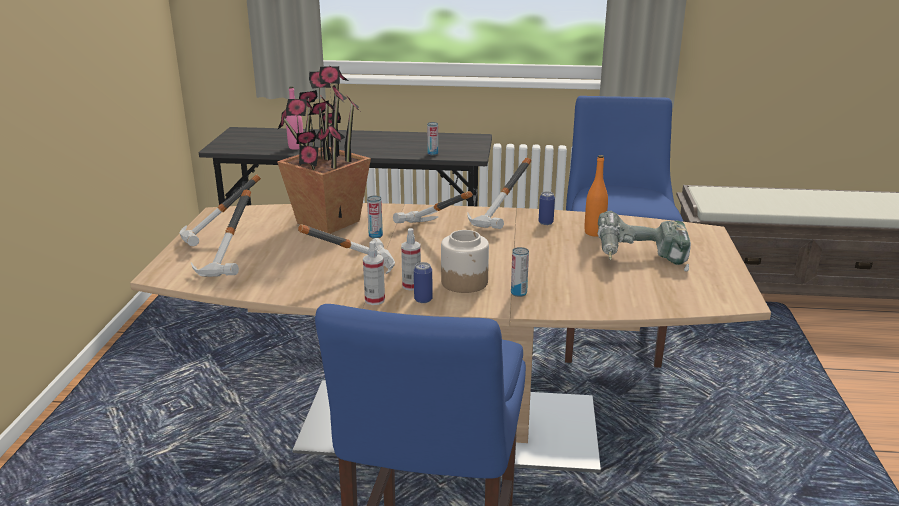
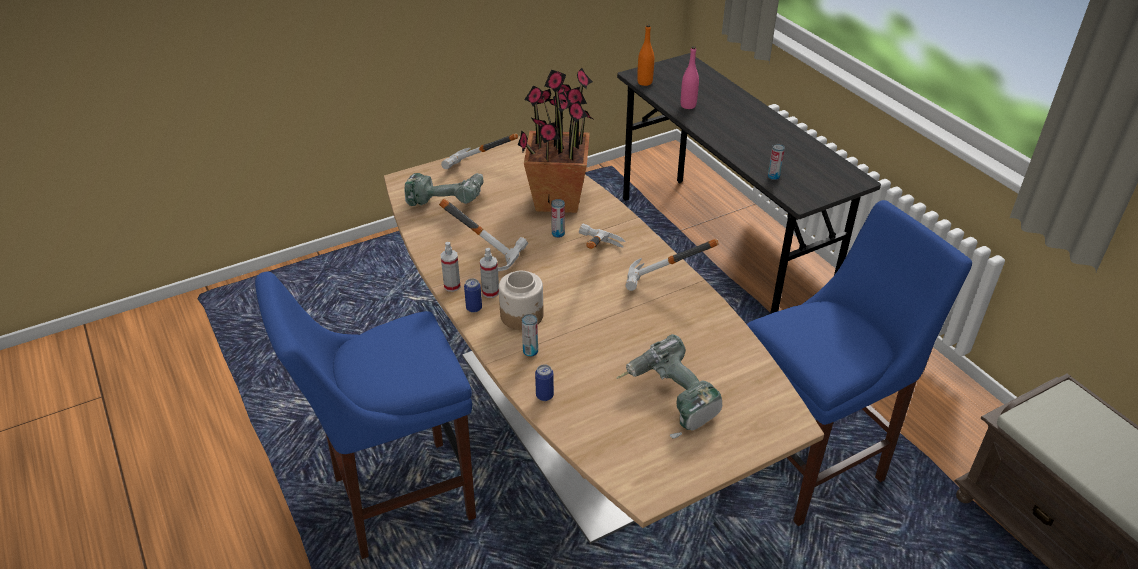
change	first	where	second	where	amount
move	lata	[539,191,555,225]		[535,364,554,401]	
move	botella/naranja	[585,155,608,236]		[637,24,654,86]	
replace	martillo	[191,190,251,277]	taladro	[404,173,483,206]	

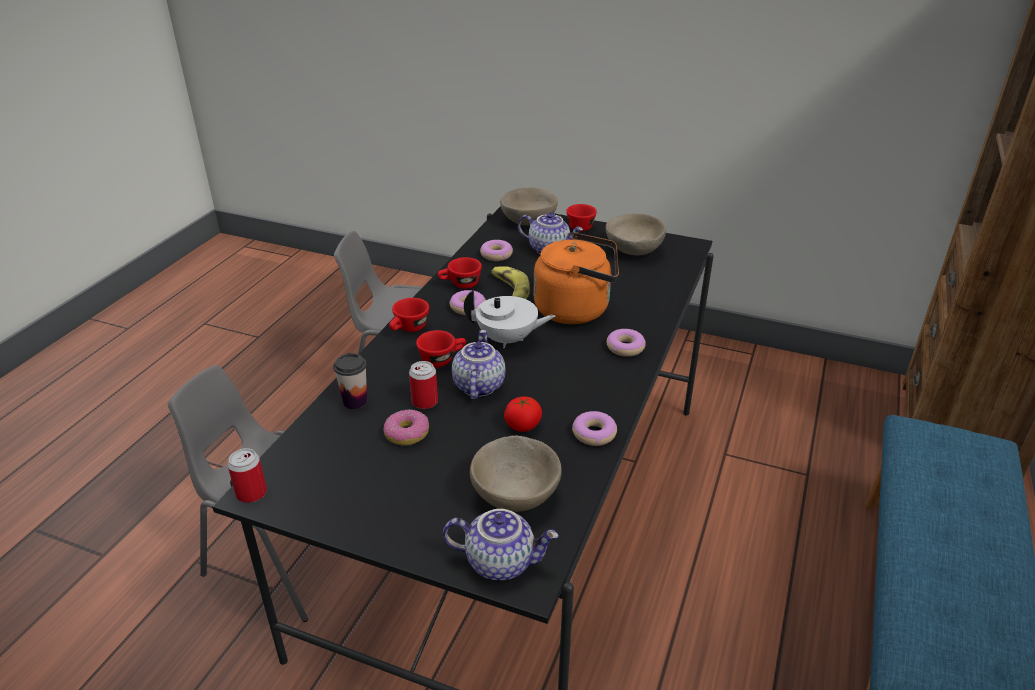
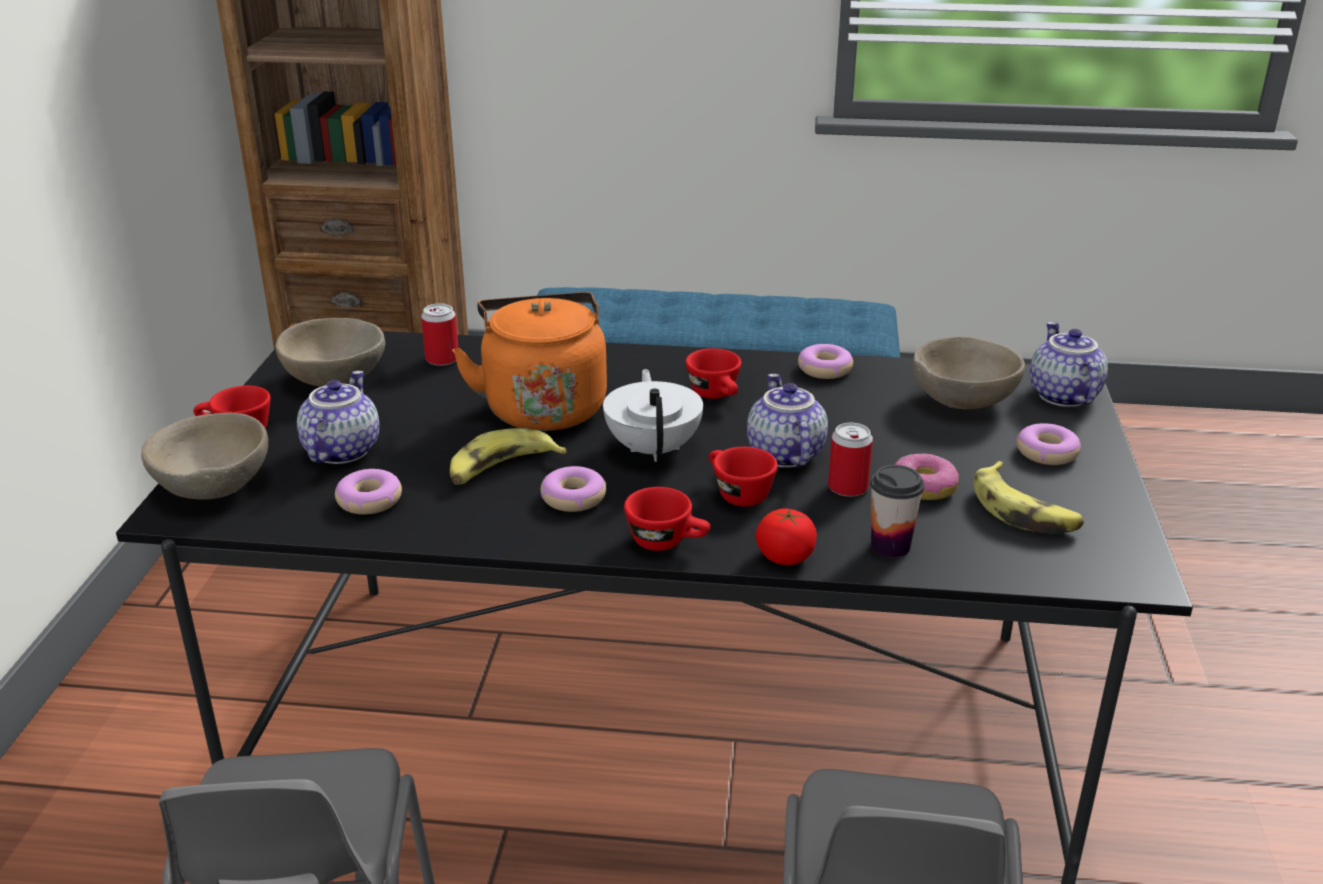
change	first	where	second	where	amount
insert			plátano	[974,461,1084,534]	
move	lata	[227,448,267,503]		[421,303,459,366]	
move	taza/rojo	[438,257,482,289]		[686,348,741,399]	
move	tomate	[504,397,542,432]		[755,508,817,565]	
move	rosquilla	[607,329,646,357]		[1016,423,1081,465]	
rotate	tetera	[452,330,506,400]		[747,374,828,468]	90 degrees clockwise

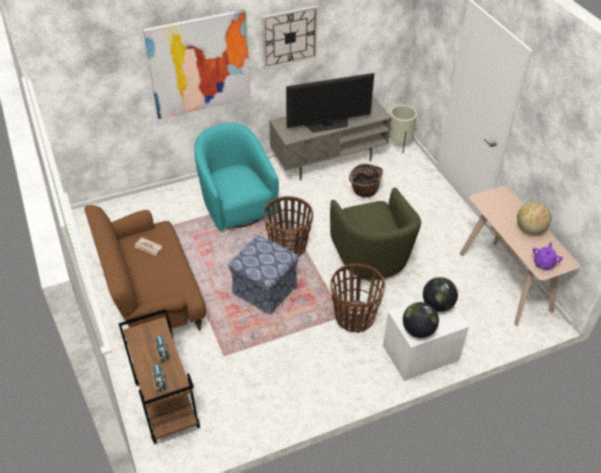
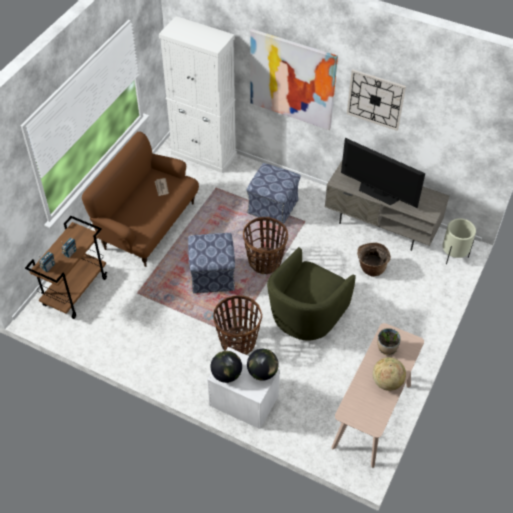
change	first	where	second	where	amount
delete	tetera/morado	[533,242,563,270]			
insert			armario/blanco	[159,16,237,173]	
insert			planta en maceta	[378,328,401,356]	
replace	sillón/turquesa	[194,123,279,231]	puf	[247,163,301,224]	

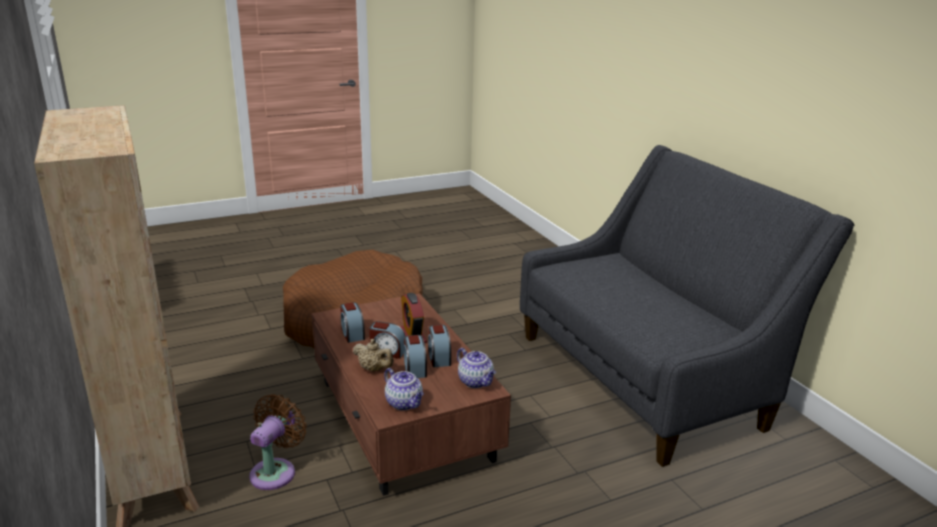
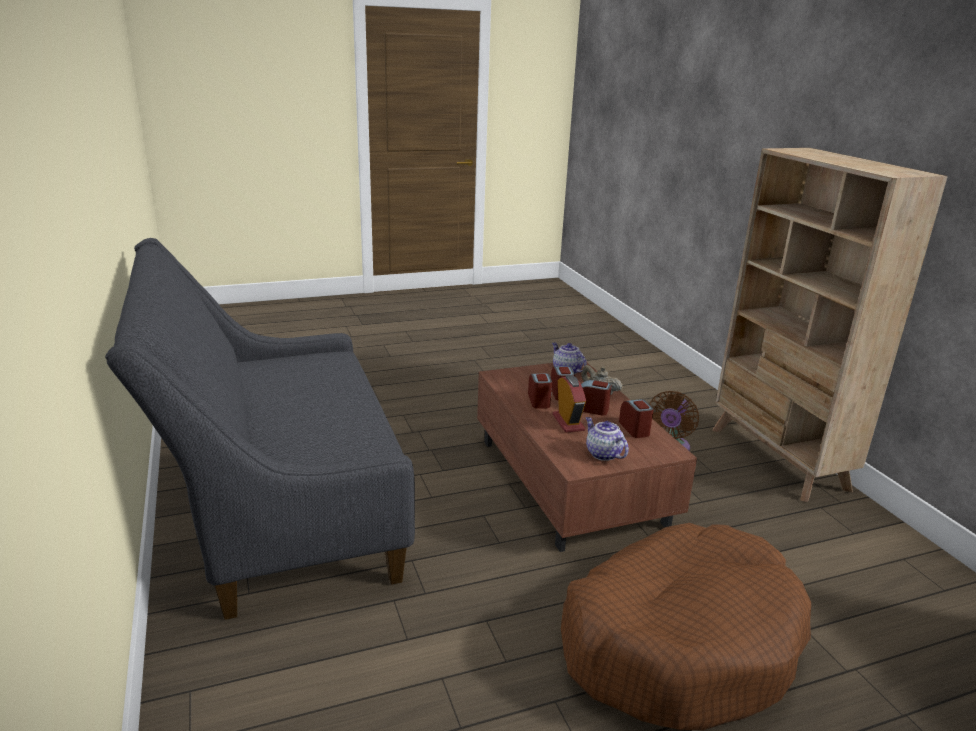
change	first	where	second	where	amount
move	tetera	[457,348,496,388]		[586,417,629,461]	

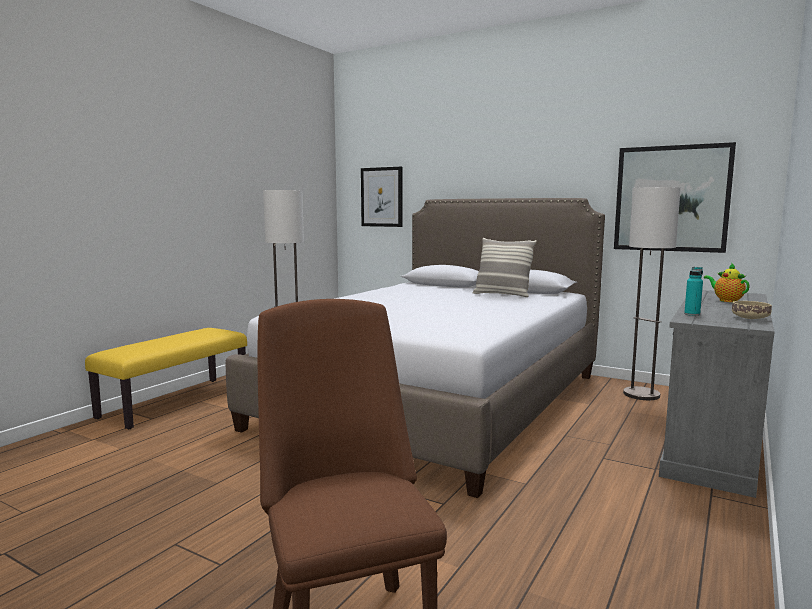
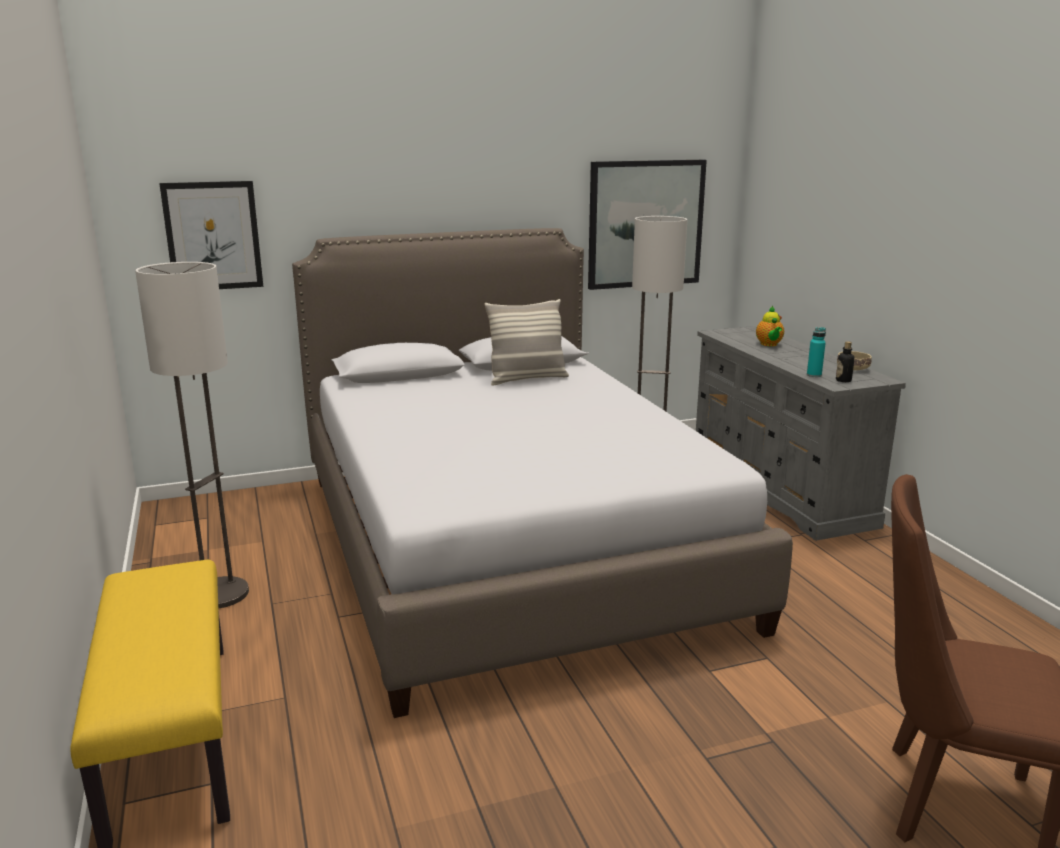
change	first	where	second	where	amount
insert			botella	[836,341,855,382]	
rotate	tetera	[704,263,750,302]		[756,306,784,346]	105 degrees counterclockwise

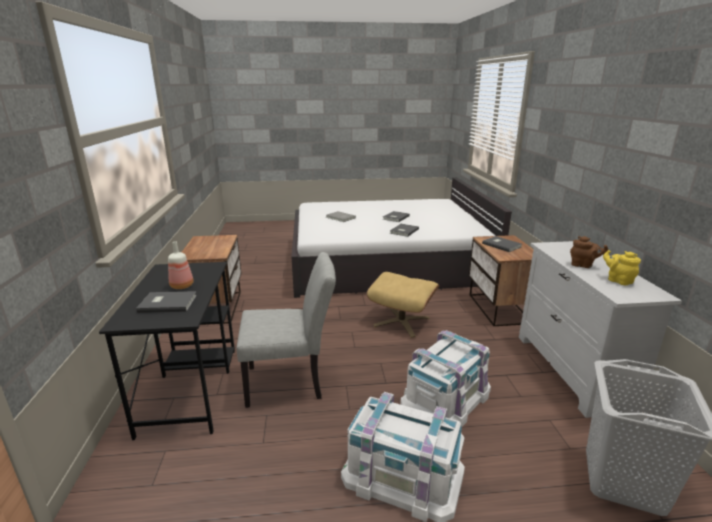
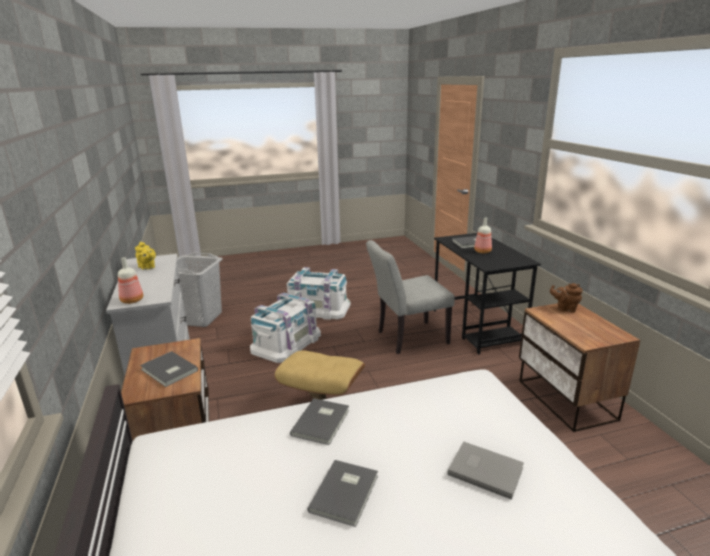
change	first	where	second	where	amount
insert			botella	[118,257,143,304]	
move	tetera/marrón	[570,236,608,268]		[550,283,583,312]	

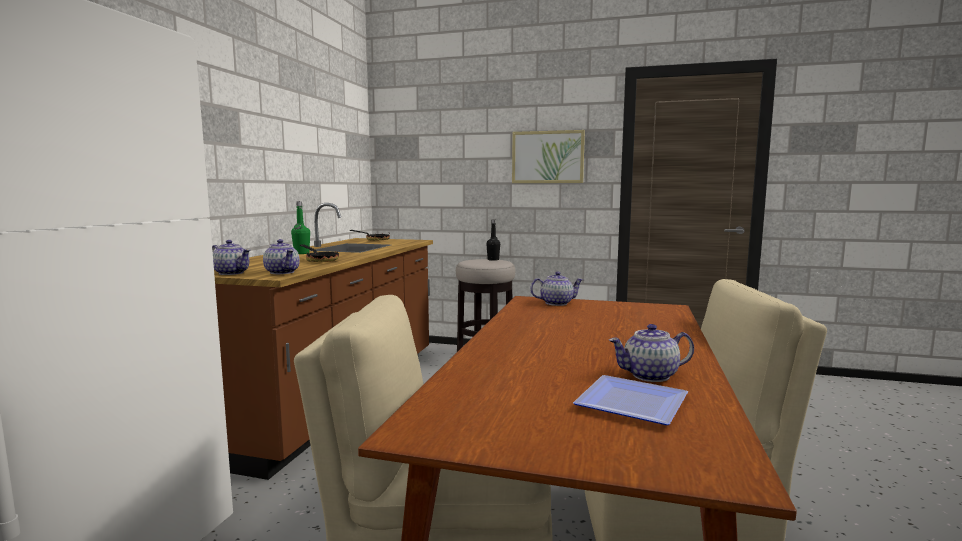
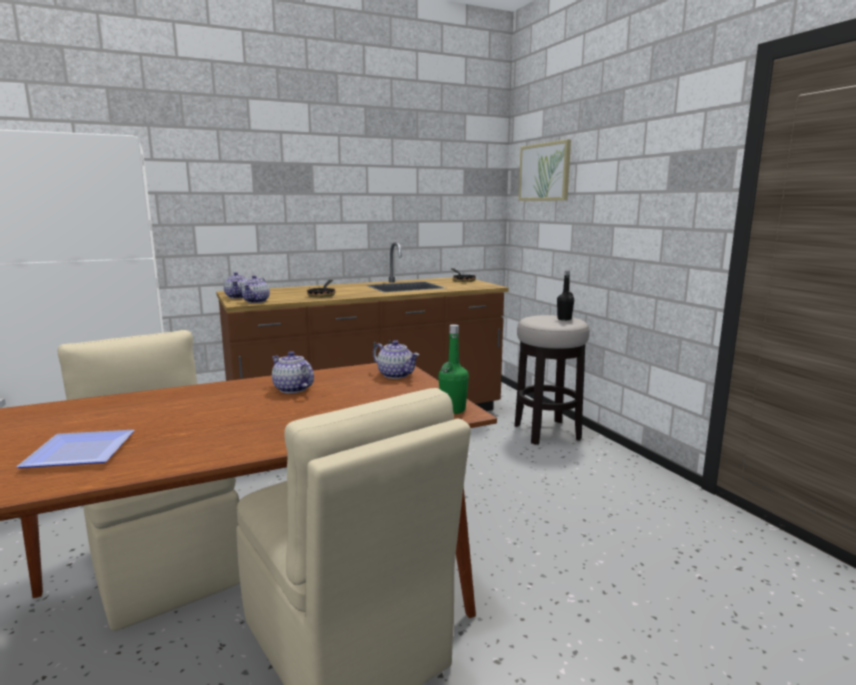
change	first	where	second	where	amount
move	botella/verde	[291,201,310,254]		[438,324,469,414]	
move	cuadro	[512,130,585,183]		[519,139,571,201]	
move	tetera	[609,324,694,382]		[272,351,314,393]	

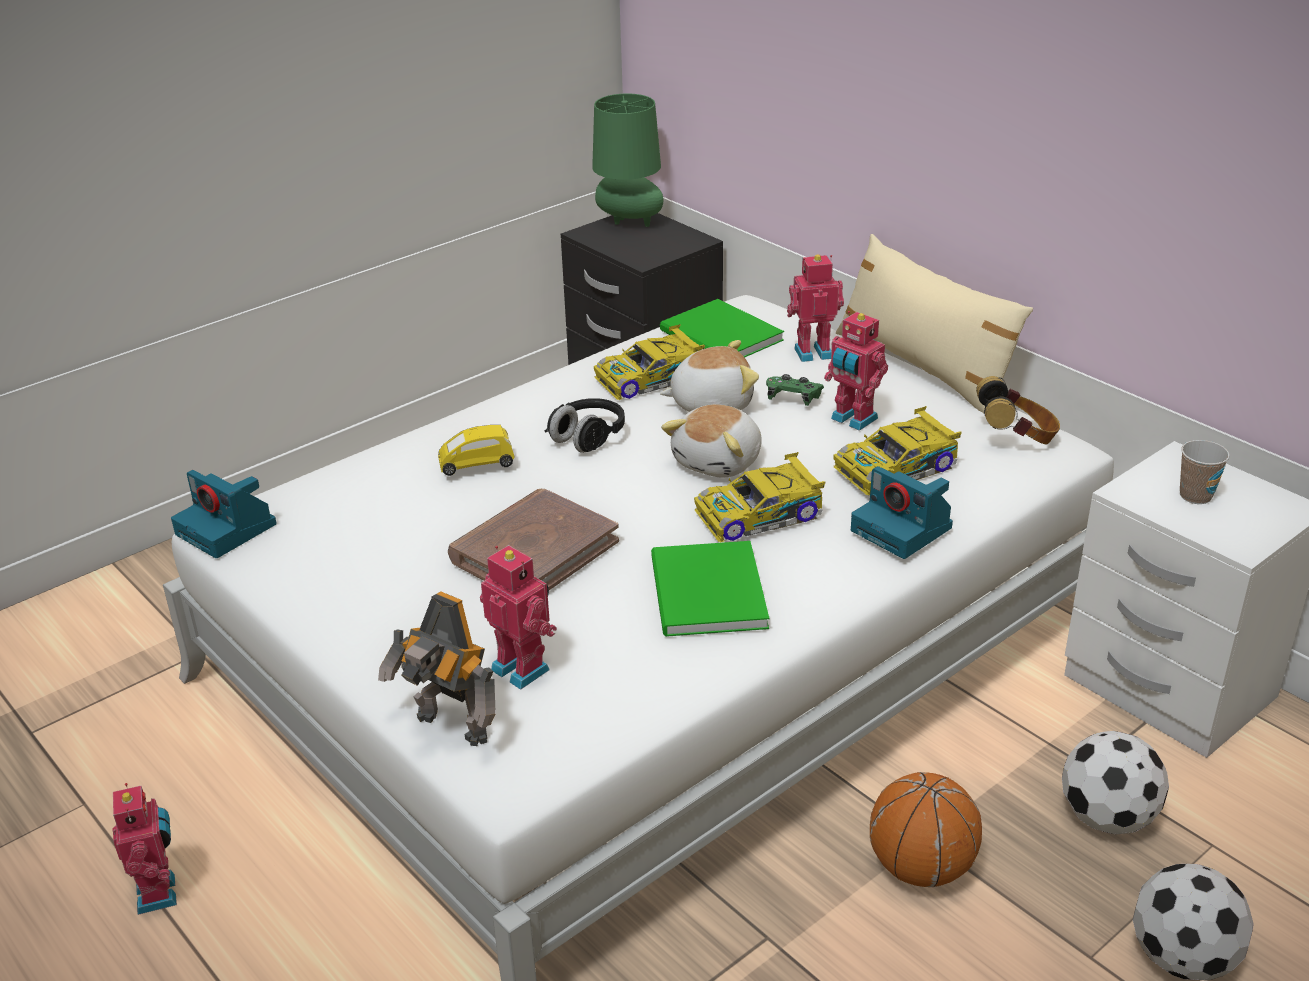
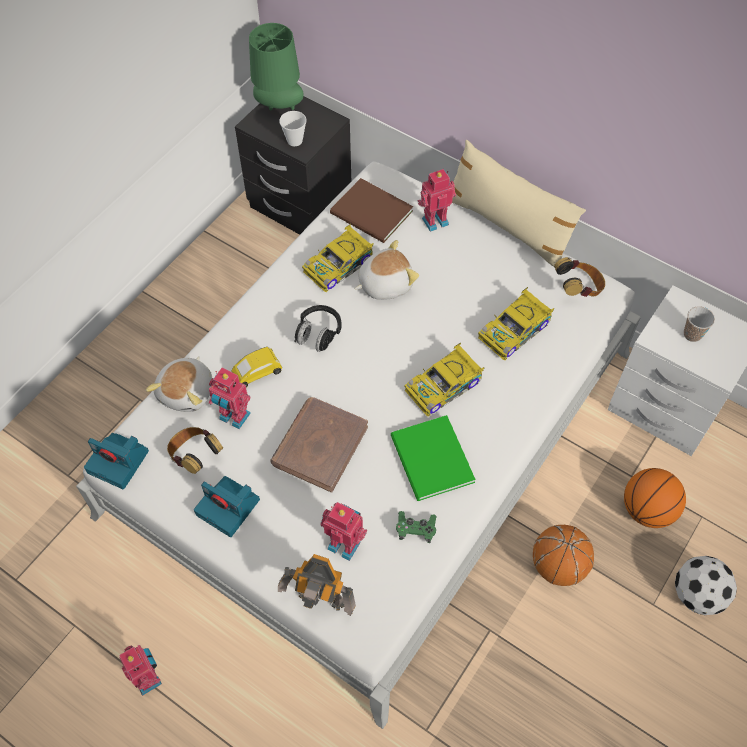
change	first	where	second	where	amount
insert			auriculares	[167,427,223,474]	
insert			taza	[279,111,307,146]	
move	peluche	[661,404,762,478]		[146,356,212,412]	
move	mando de consola/verde	[766,374,824,406]		[396,511,437,543]	
move	robot de juguete	[824,311,888,431]		[209,368,251,429]	
move	cámara	[851,466,953,559]		[194,476,260,537]	
replace	balón de fútbol	[1062,731,1169,834]	balón de baloncesto	[624,468,686,528]	
recolor	libro/verde	[660,299,784,357]	libro/marrón	[330,178,413,243]	

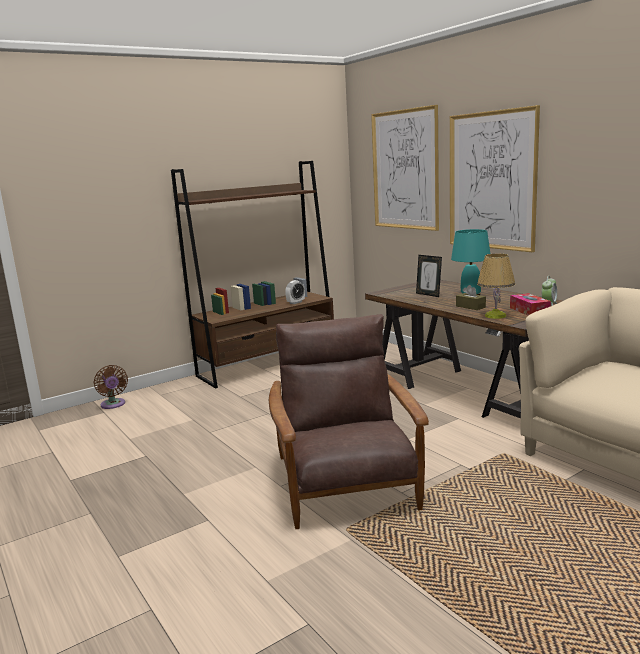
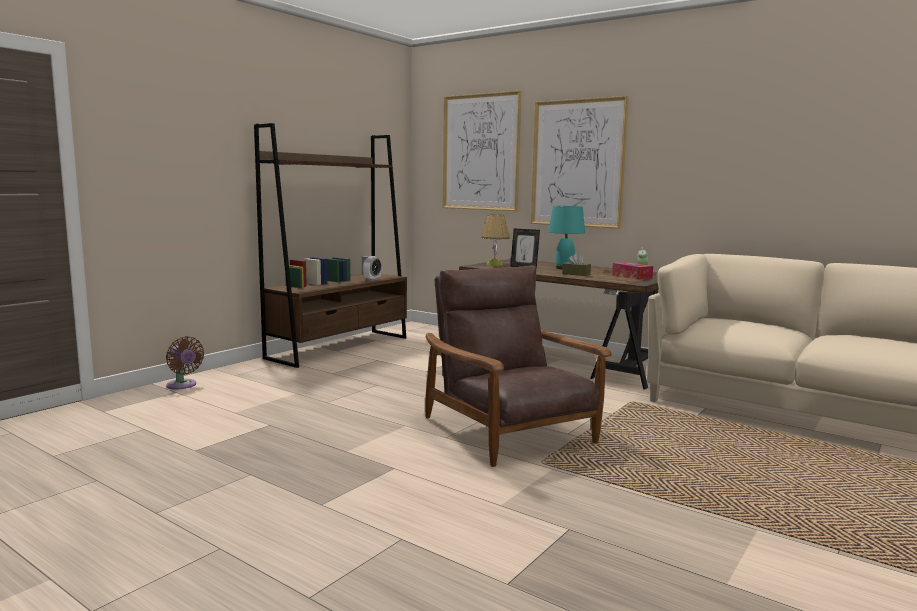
change	first	where	second	where	amount
move	lámpara de mesa	[477,253,515,319]		[481,214,510,266]	

